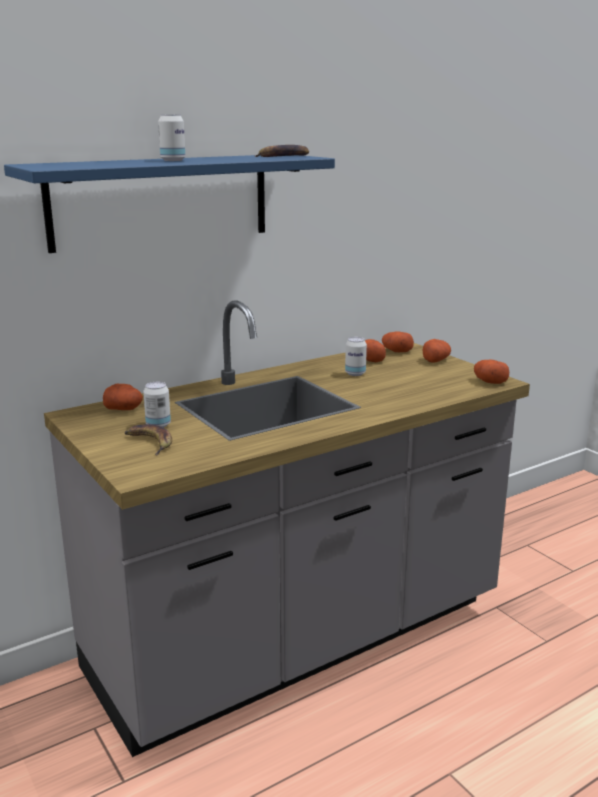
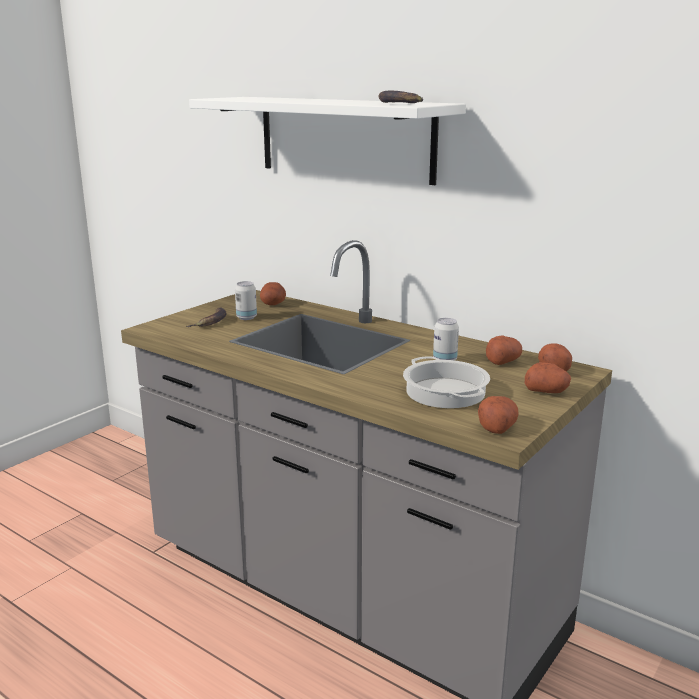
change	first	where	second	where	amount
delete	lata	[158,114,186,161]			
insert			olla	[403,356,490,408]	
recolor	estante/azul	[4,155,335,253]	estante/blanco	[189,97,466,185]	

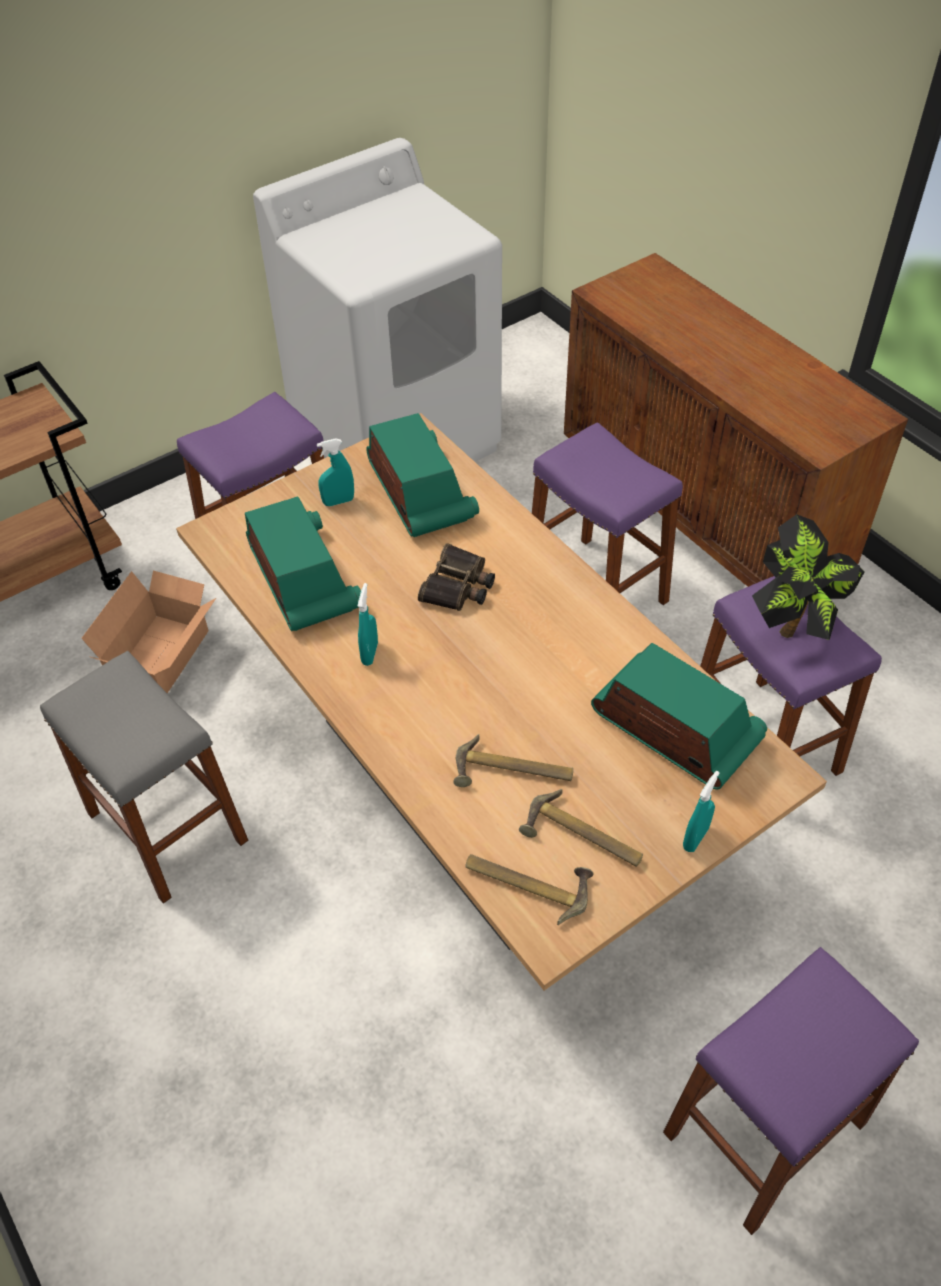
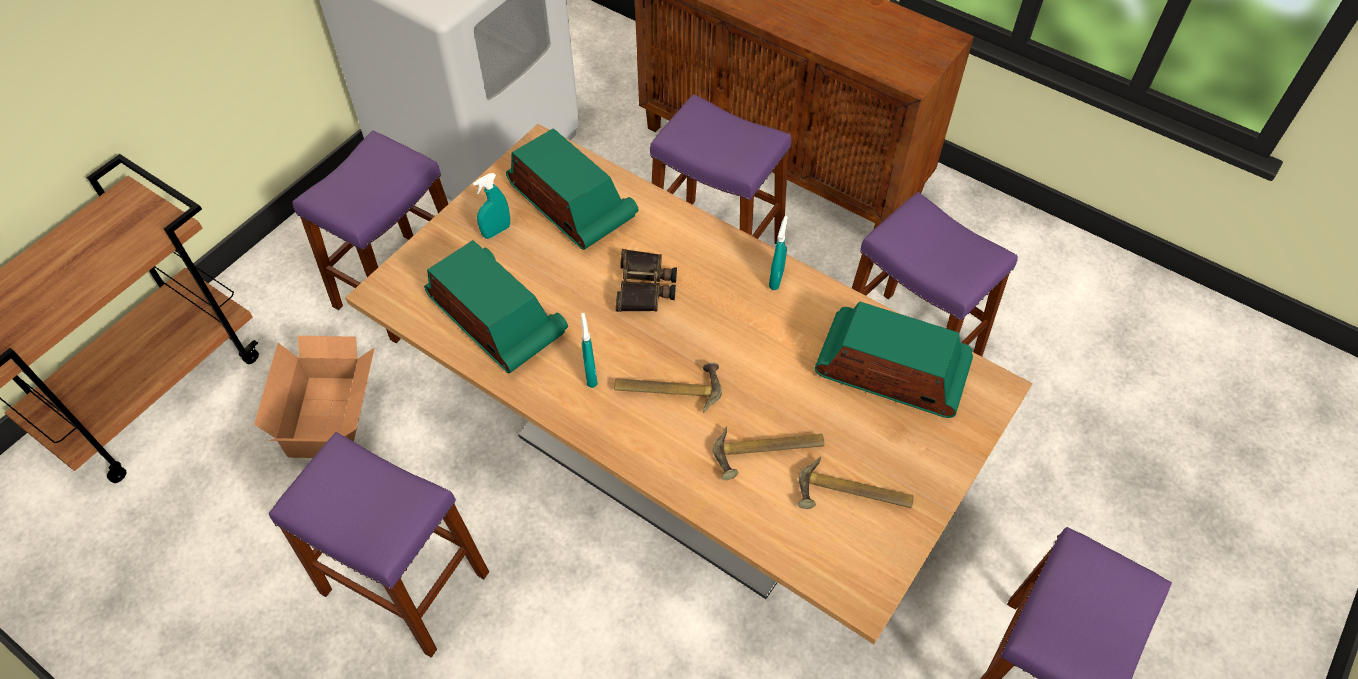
change	first	where	second	where	amount
delete	planta en maceta	[752,514,864,640]			
move	martillo	[465,854,594,925]		[614,362,722,413]	
move	pulverizador/turquesa	[683,771,720,852]		[769,216,788,290]	
recolor	taburete/gris	[40,651,248,904]	taburete/morado	[269,432,489,658]	

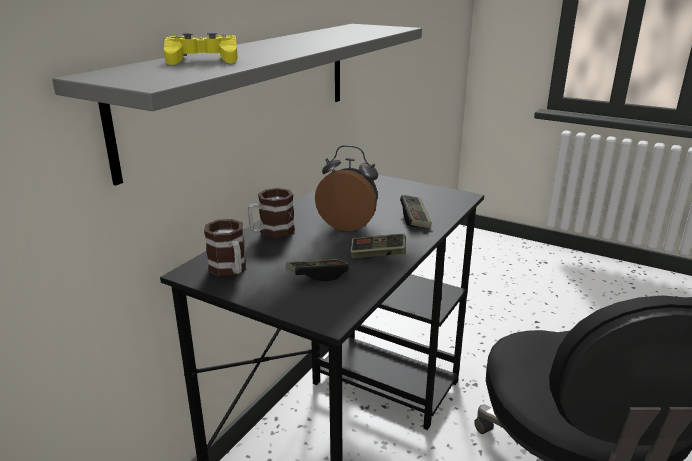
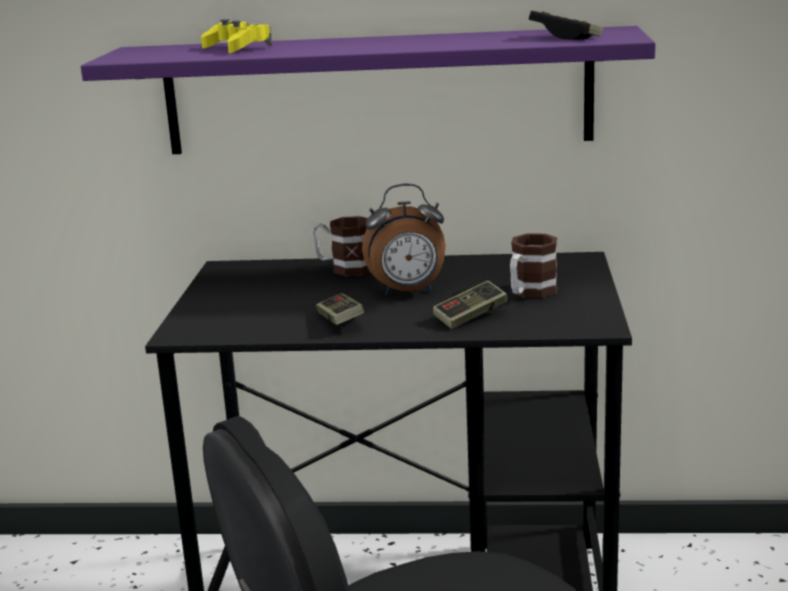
change	first	where	second	where	amount
move	taza grande	[204,219,246,276]		[510,233,557,298]	
move	mando de consola	[286,259,349,282]		[529,10,603,40]	
recolor	estante/gris	[52,24,422,186]	estante/morado	[81,26,655,154]	
rotate	despertador	[315,145,378,231]		[362,184,446,295]	90 degrees clockwise

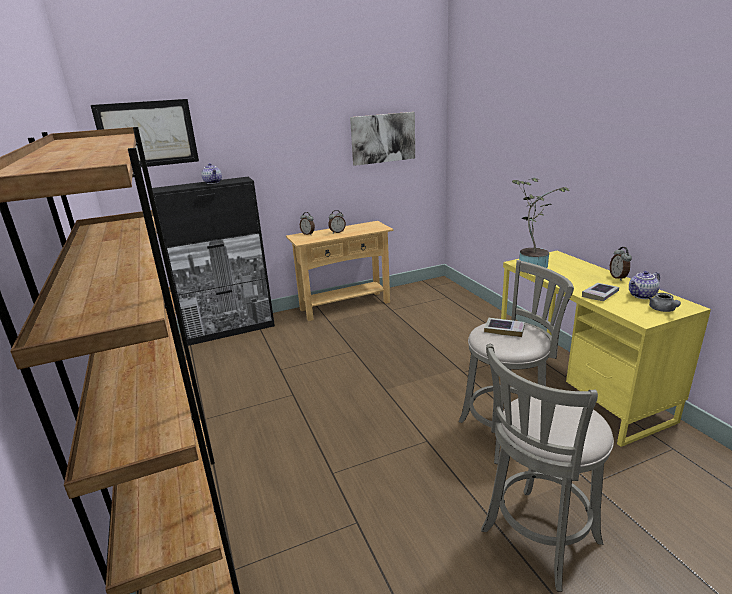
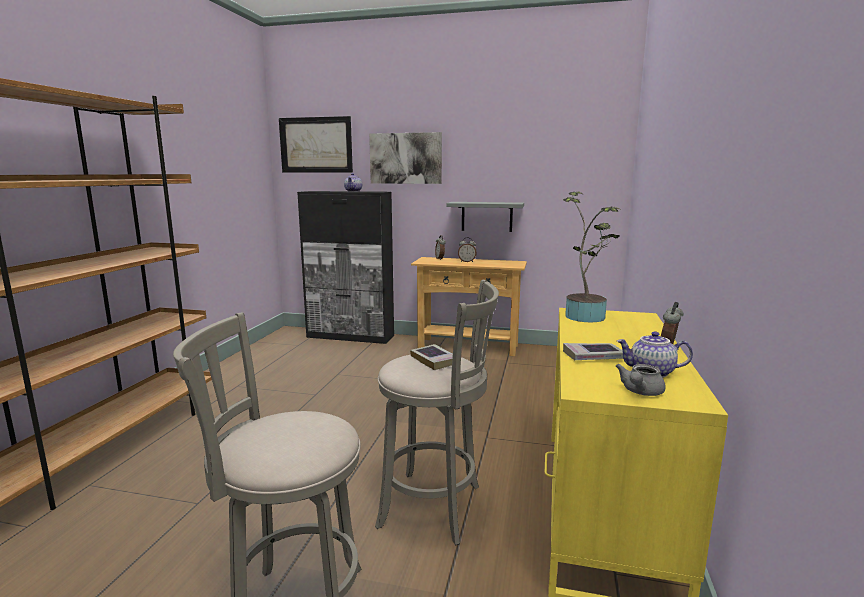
change	first	where	second	where	amount
insert			estante/gris	[446,202,524,232]	
move	cuadro	[350,112,415,166]		[369,132,442,184]	

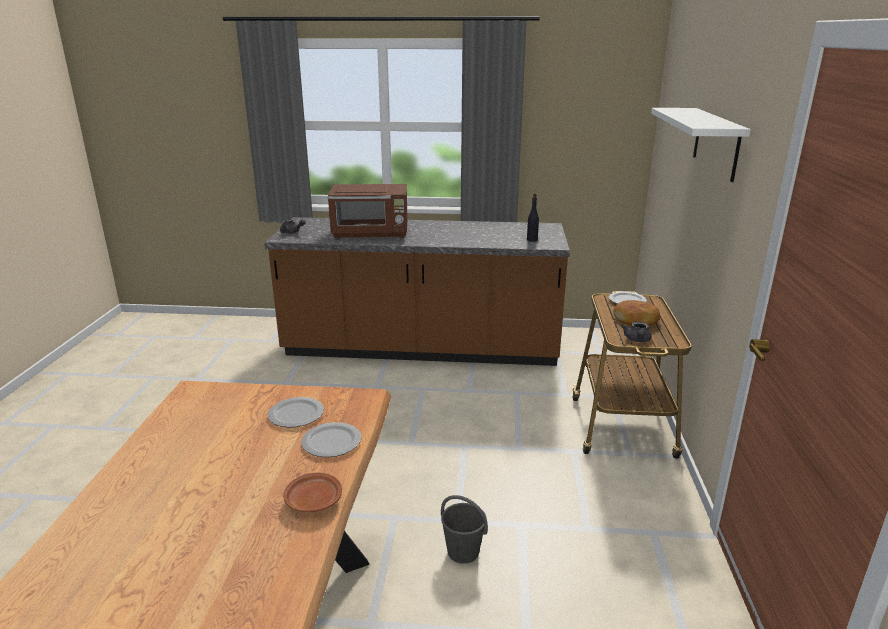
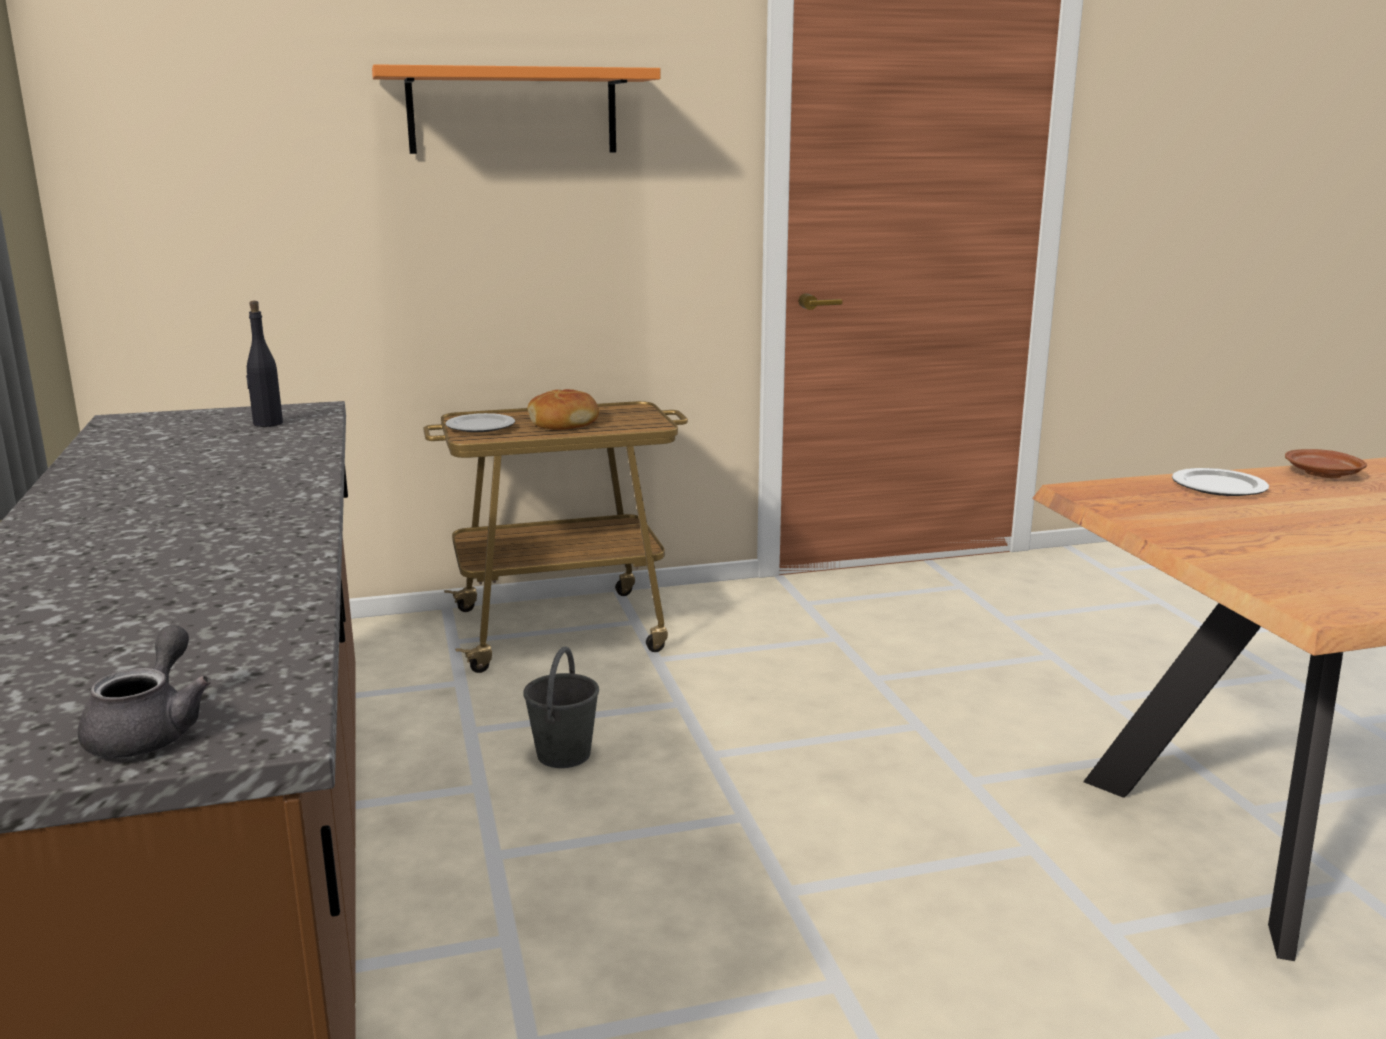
change	first	where	second	where	amount
delete	plato	[267,397,324,428]			
delete	microondas/marrón	[328,184,408,238]			
delete	tetera/gris	[621,322,652,342]			
move	cubo/gris	[441,495,488,564]		[523,646,599,768]	
recolor	estante/blanco	[651,108,751,182]	estante/naranja	[372,64,661,154]	

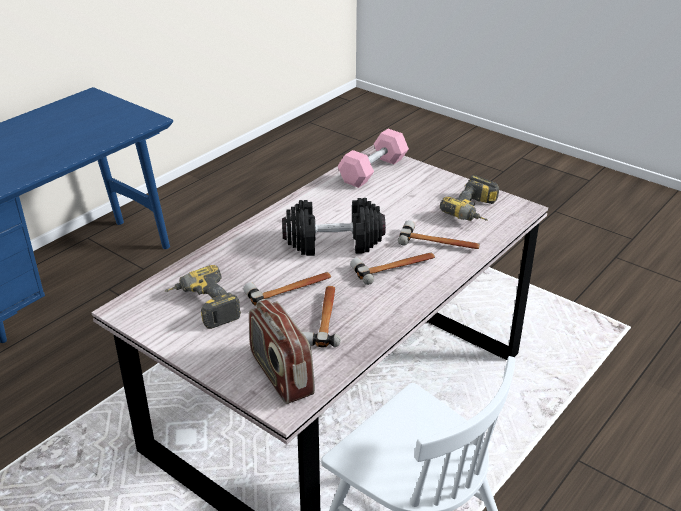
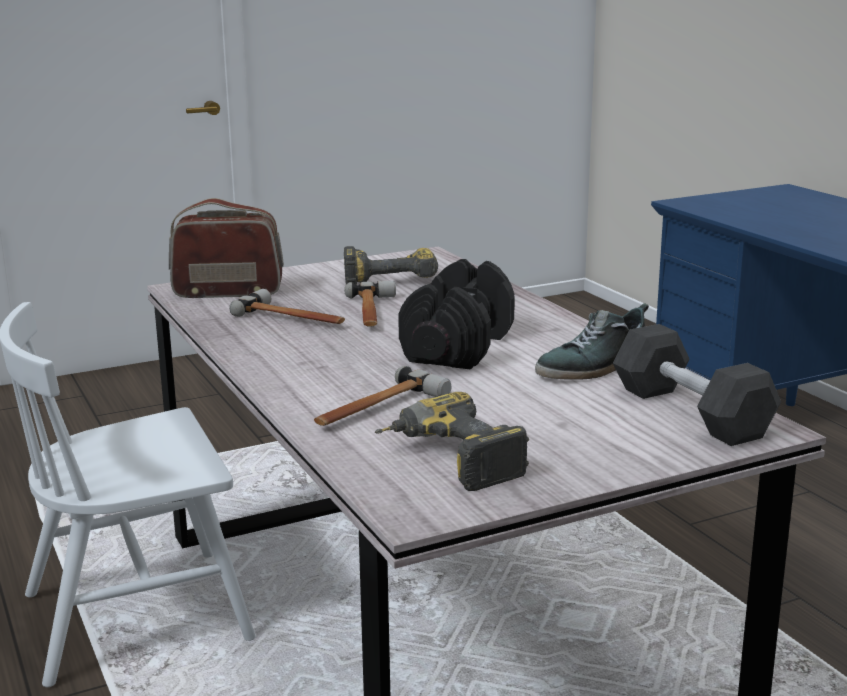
change	first	where	second	where	amount
delete	martillo	[350,253,435,285]			
insert			zapato	[535,303,649,380]	
recolor	mancuerna/rosa	[338,129,409,188]	mancuerna/gris	[613,324,781,446]	

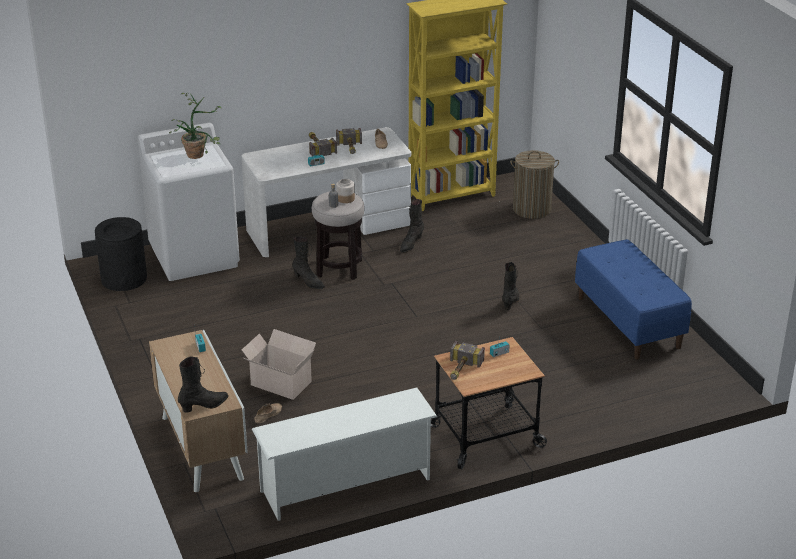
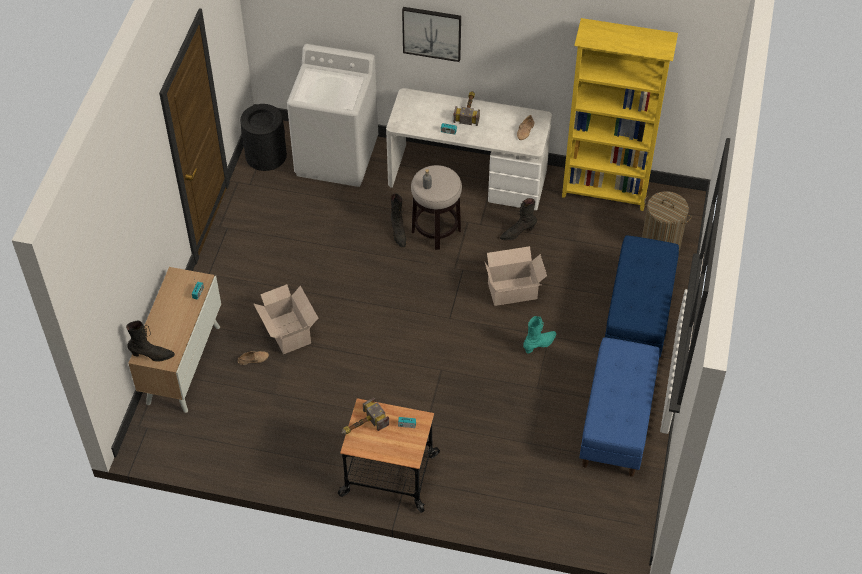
change	first	where	second	where	amount
delete	planta en maceta	[169,93,222,159]			
delete	zapatero/blanco	[252,387,437,521]			
delete	martillo	[336,128,362,154]			
delete	tarro	[336,179,355,203]			
insert			cuadro	[402,7,461,62]	
insert			caja de cartón	[484,246,547,306]	
insert			banco/azul	[605,235,679,358]	
recolor	bota/negro	[502,262,519,310]	bota/turquesa	[523,316,556,354]	

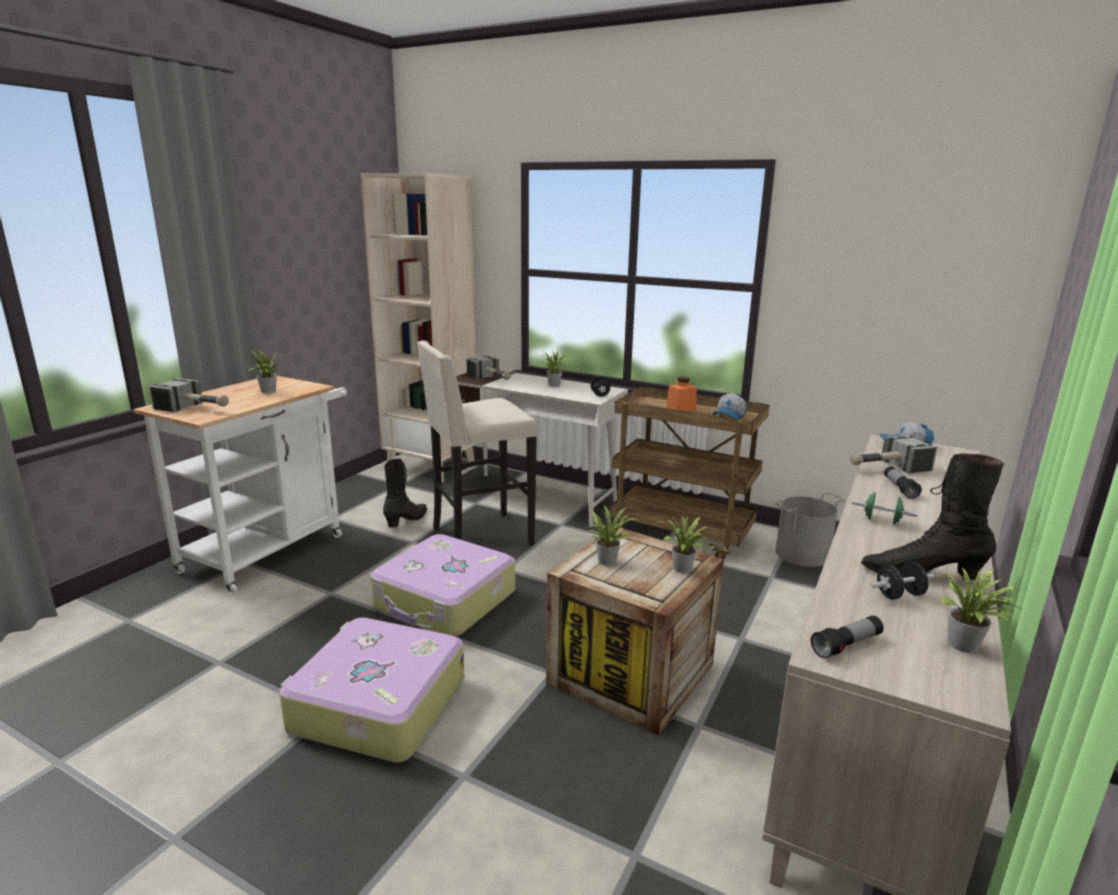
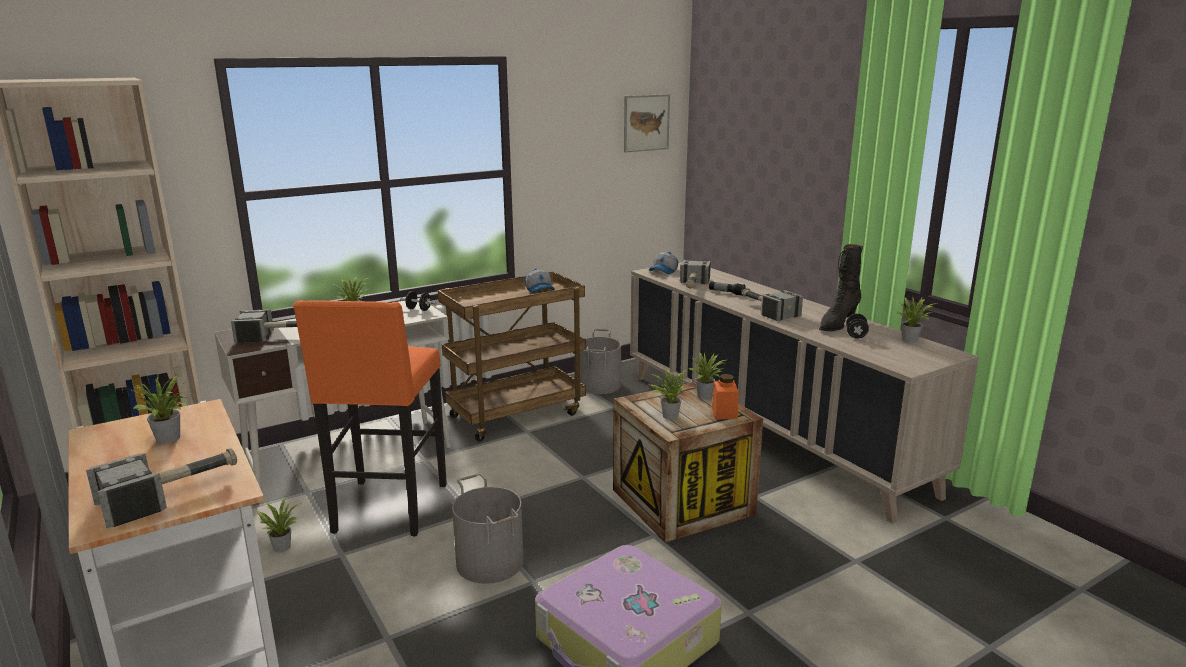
change	first	where	second	where	amount
delete	linterna	[811,615,884,659]			
insert			cuadro	[624,94,670,153]	
move	tarro/naranja	[666,377,697,412]		[712,374,739,419]	
replace	maleta	[370,534,515,637]	cubo/gris	[452,473,524,584]	
replace	bota/negro	[383,458,427,528]	planta en maceta	[256,497,302,552]	
replace	mancuerna/verde	[852,492,918,524]	martillo	[742,288,803,321]	
recolor	taburete/beis	[417,340,538,546]	taburete/naranja	[293,300,447,537]	

